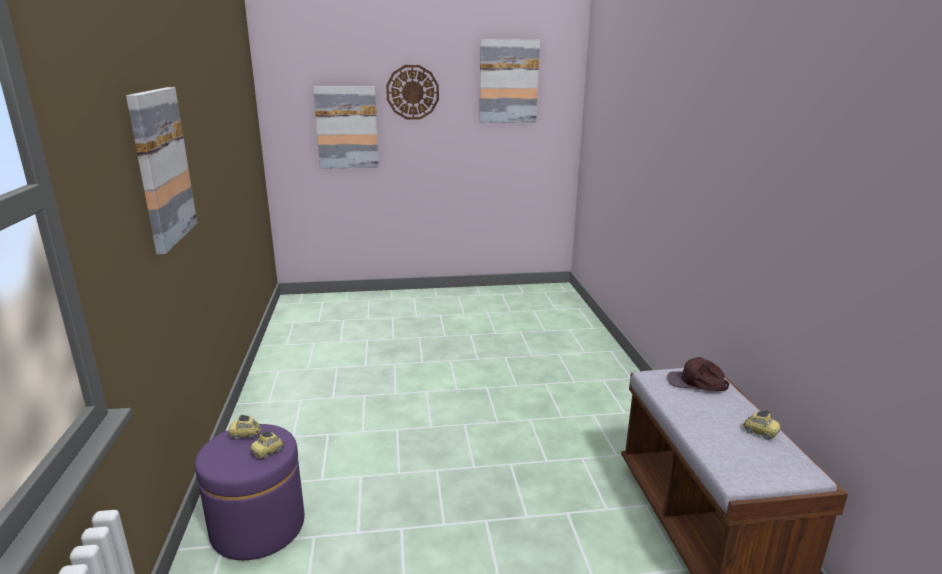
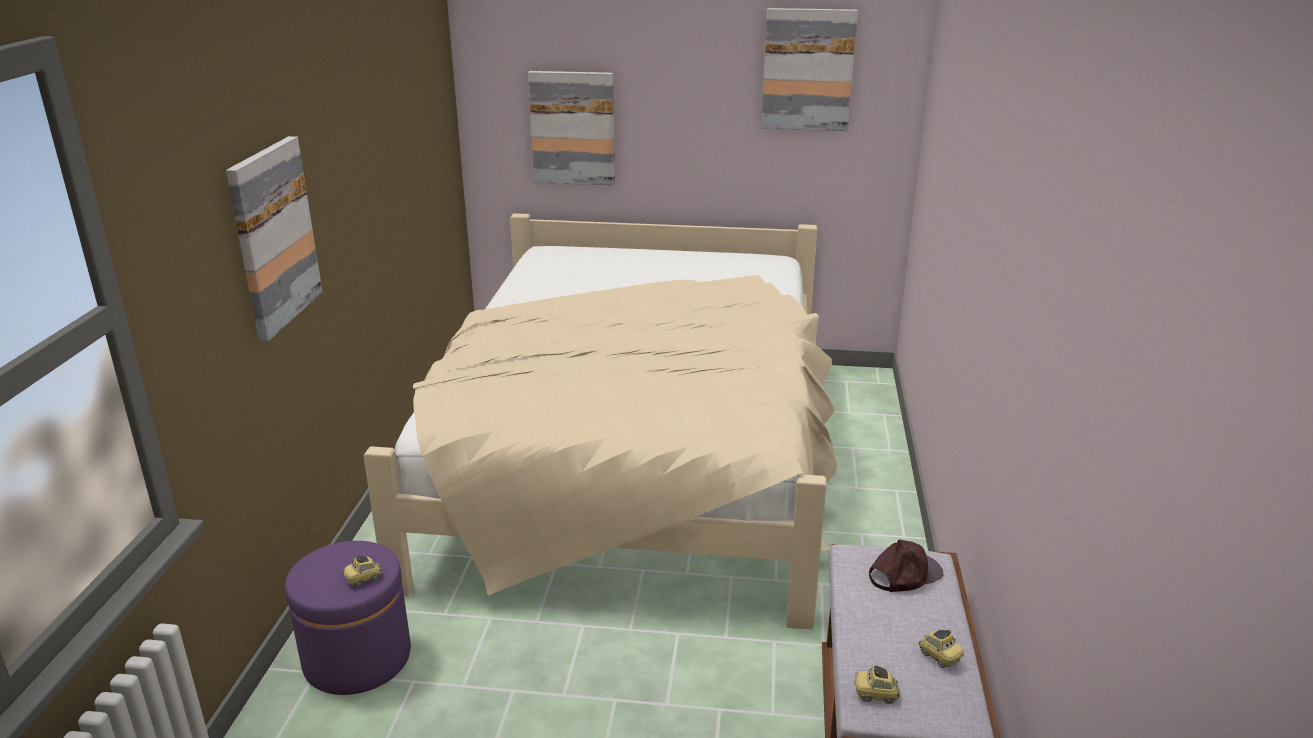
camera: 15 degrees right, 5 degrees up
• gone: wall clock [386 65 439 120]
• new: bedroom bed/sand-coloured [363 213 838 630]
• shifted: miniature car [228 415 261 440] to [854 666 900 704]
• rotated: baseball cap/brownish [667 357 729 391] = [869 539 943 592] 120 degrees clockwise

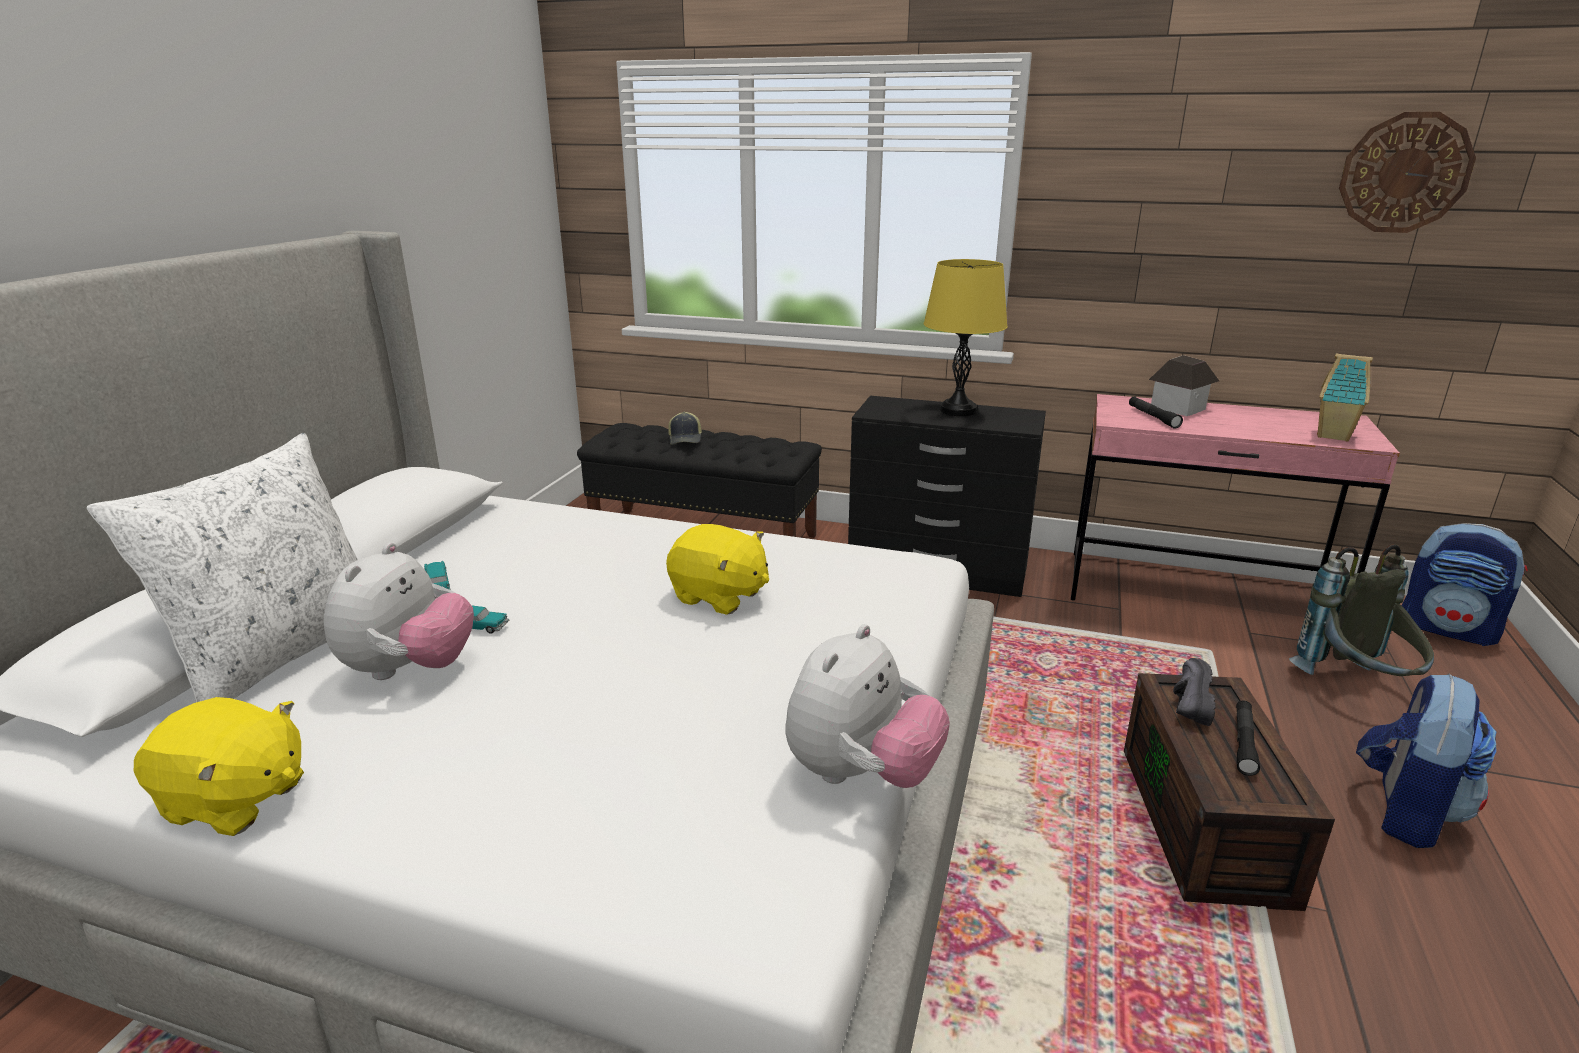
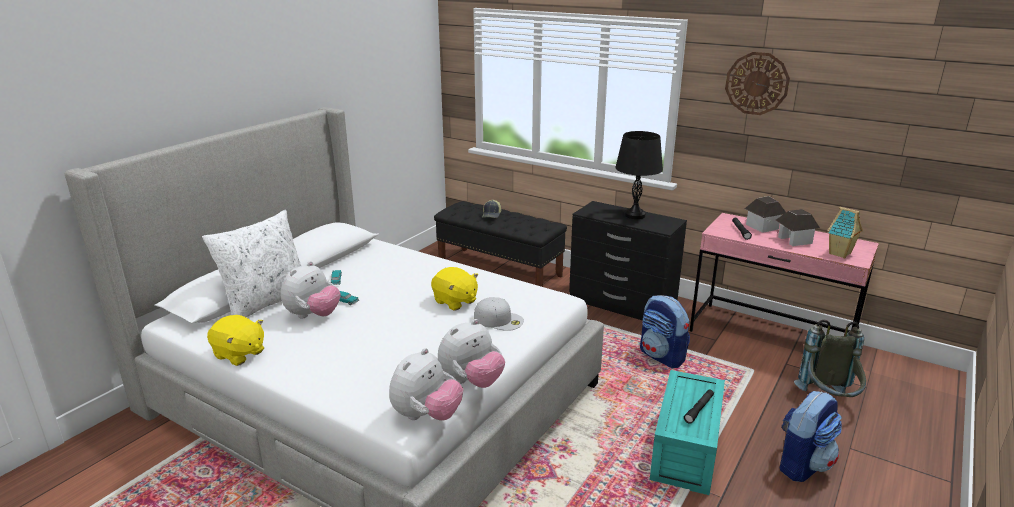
camera: 15 degrees right, 0 degrees up
• gone: item of footwear/blackish [1173 658 1216 726]
• new: plush toy [389 348 463 421]
• new: baseball cap/whitish [474 297 524 331]
• new: miniature house [776 209 820 246]
• shifted: wall clock [1339 112 1476 233] to [725 52 790 115]
• shifted: knapsack [1401 523 1528 646] to [640 295 690 368]
• repainted: tabletop lamp/yellowish [924 259 1008 416] to tabletop lamp/blackish [615 131 663 219]
• repainted: storage bin/brownish [1124 673 1335 911] to storage bin/blue-green [650 370 725 495]

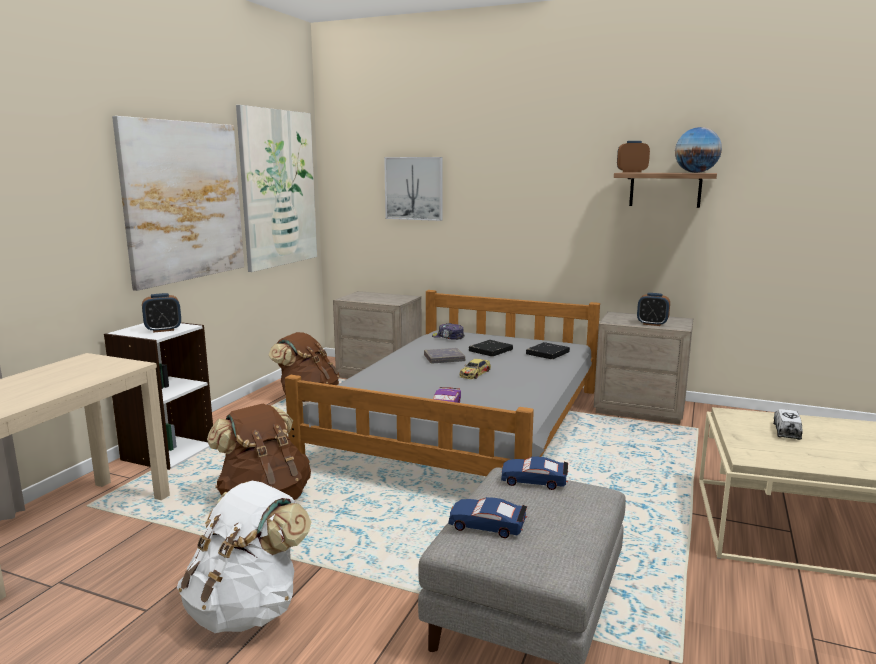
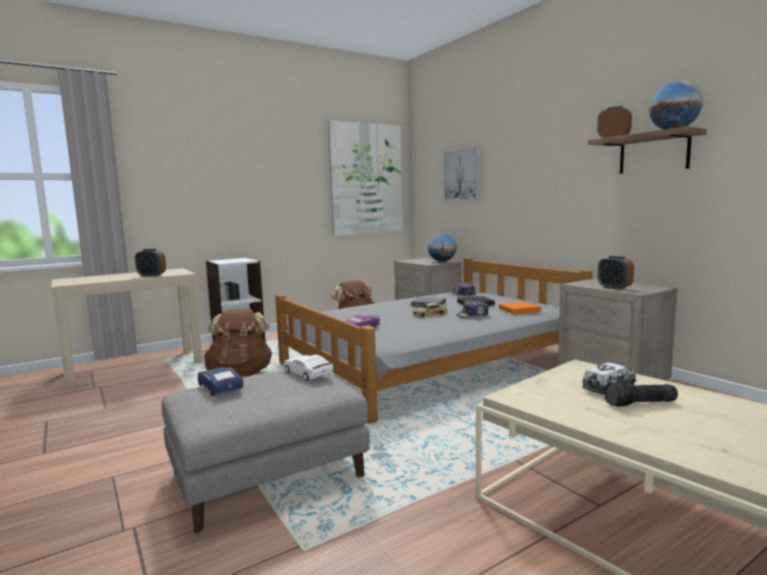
camera: 35 degrees right, 5 degrees down
• gone: picture [112 116 244 291]
• gone: knapsack/whitish [177 481 311 633]
• new: desk globe [428 233 457 262]
• new: baseball cap [456 300 489 318]
• new: torch [604 382 678 407]
• shifted: bedside clock [142 293 181 333] to [135 249 166 277]
• repainted: miniature car/bluish [501 457 568 490] to miniature car/whitish [284 355 333 381]
• repainted: book/blackish [526 342 570 359] to book/orangey [499 302 541 314]

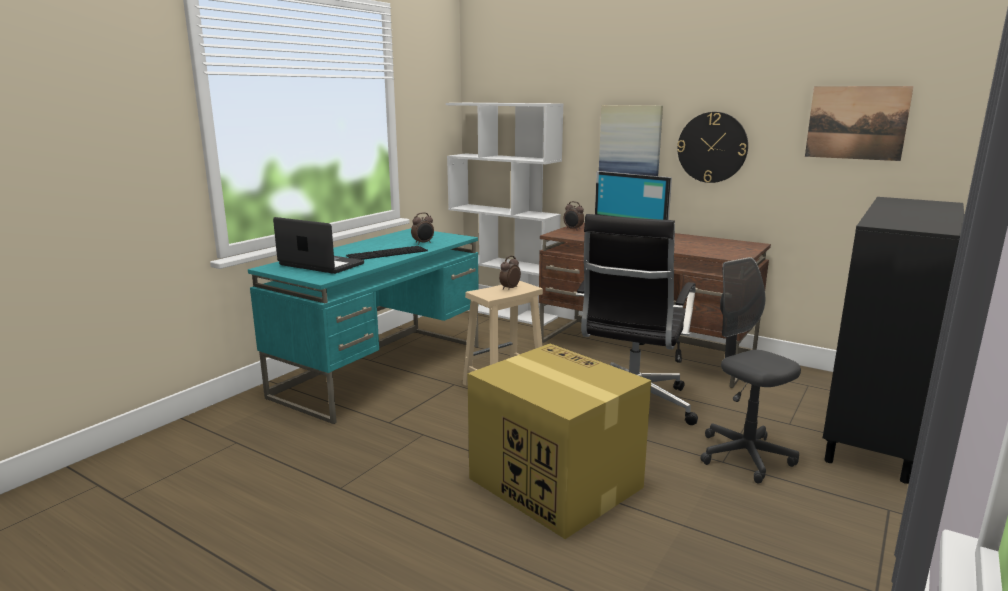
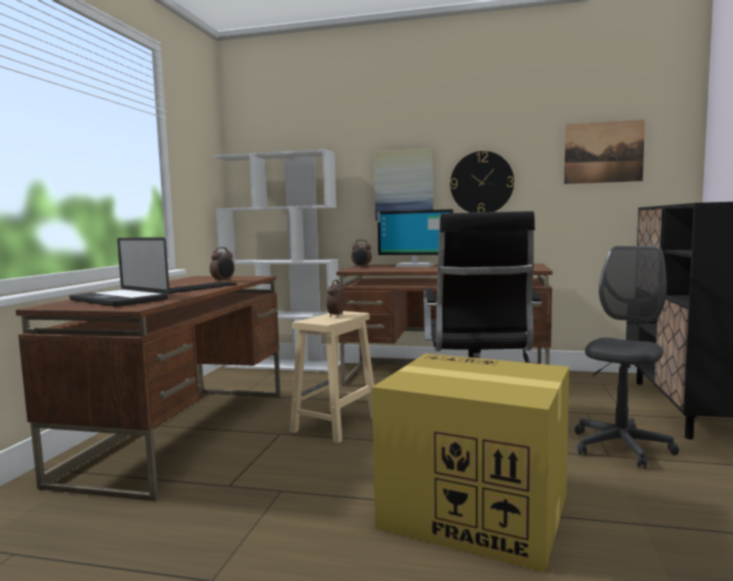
camera: 20 degrees left, 10 degrees down
• repainted: desk table/blue-green [248 228 479 424] to desk table/brownish [16 276 281 501]
• rotated: laptop [273 217 364 274] = [69 237 170 307] 150 degrees counterclockwise
• rotated: desk chair/greyish [701 257 801 484] = [575 246 679 469] 90 degrees clockwise

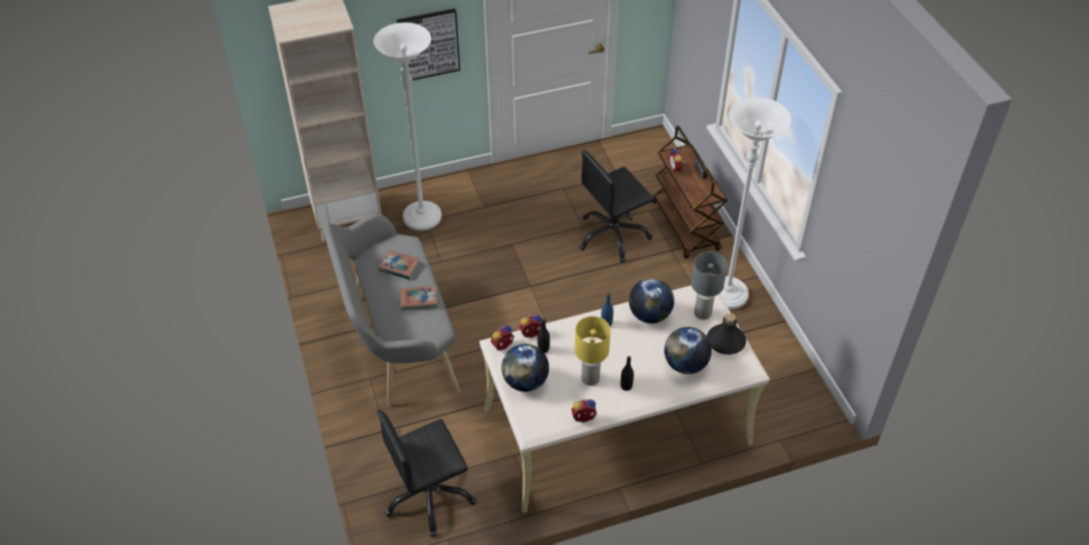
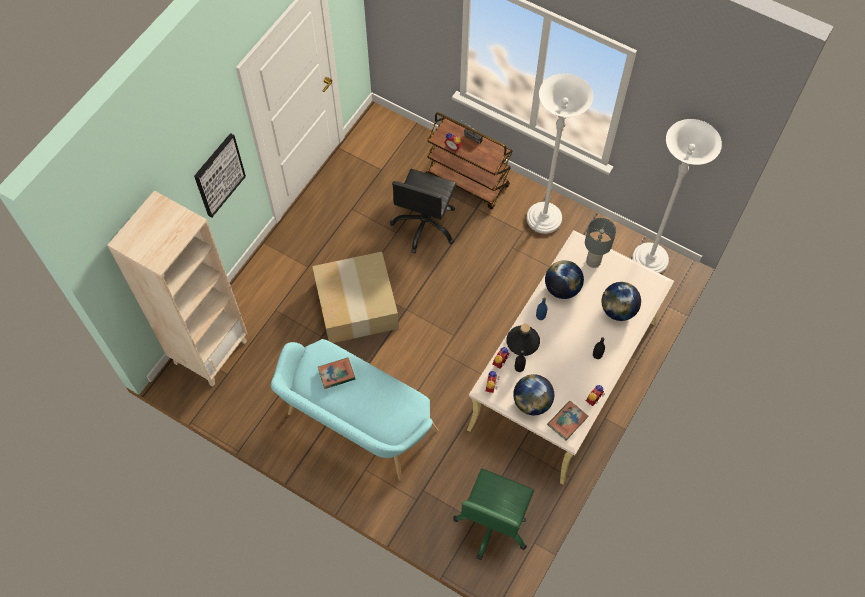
camera: 40 degrees left, 15 degrees up
• gone: tabletop lamp/yellowish [575 316 611 386]
• new: carton [312 252 399 343]
• shifted: standard lamp/whitish [373 22 442 231] to [632 119 722 273]
• shifted: book [400 285 438 310] to [547 401 589 440]
• shifted: drink bottle/blackish [707 313 746 355] to [506 324 540 356]
• repainted: bench/greyish [323 213 460 406] to bench/blue-green [271 339 439 481]
• repainted: desk chair/blackish [377 410 476 537] to desk chair/greenish [453 469 534 560]

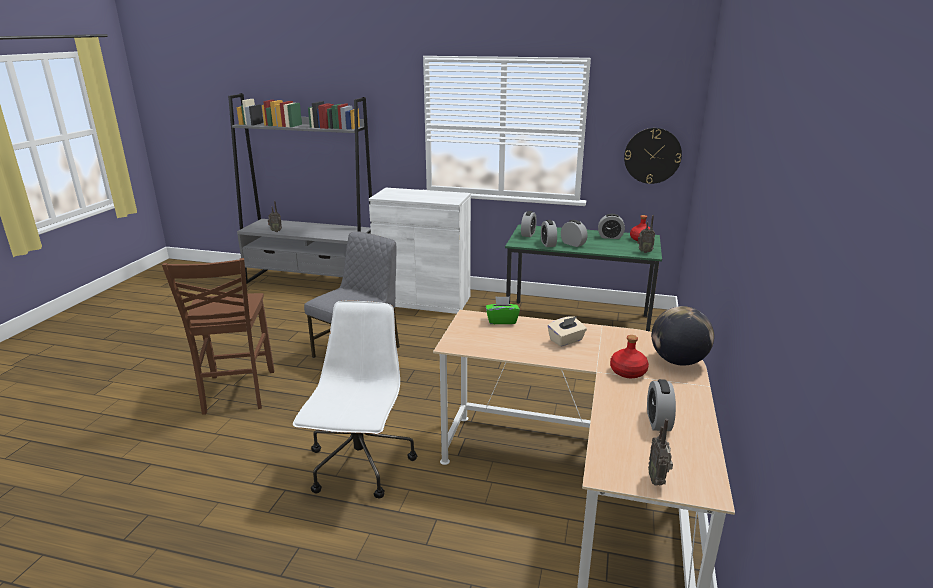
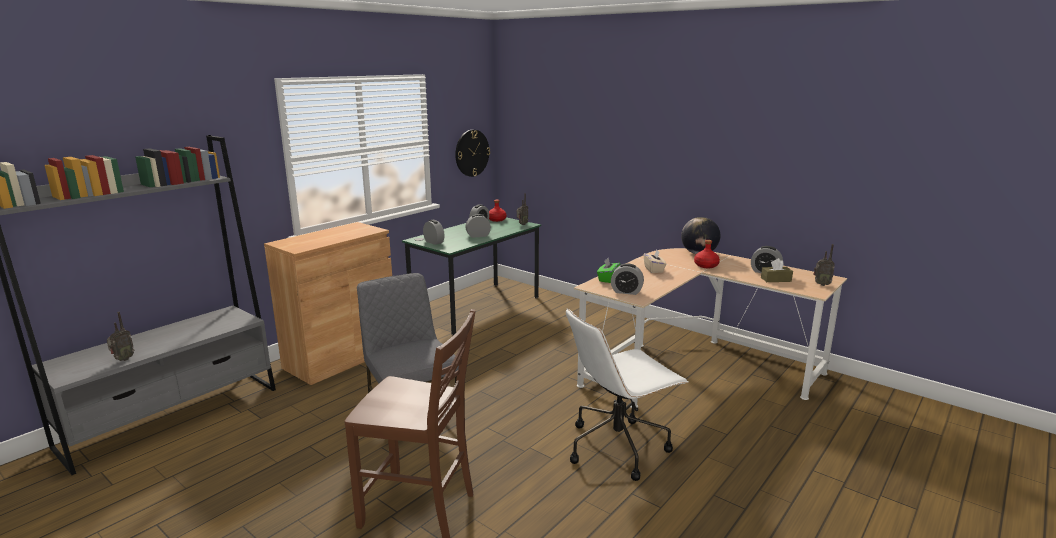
camera: 65 degrees left, 5 degrees down
• new: tissue holder/brownish [761 258 793 282]
• shifted: bedside clock [541 220 557 247] to [611 263 644 295]
• repainted: cabinet/whitish [369 188 471 314] to cabinet/brownish [264 222 392 385]
• rotated: desk chair/whitish [293 300 417 499] = [566 308 688 481] 60 degrees counterclockwise

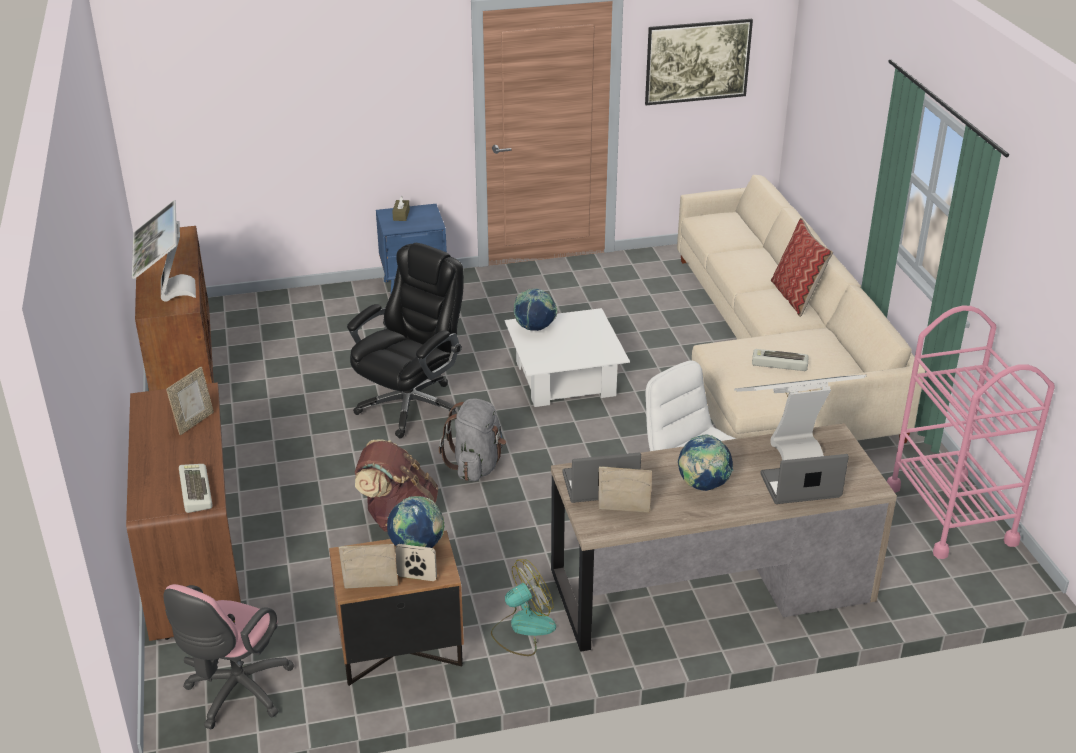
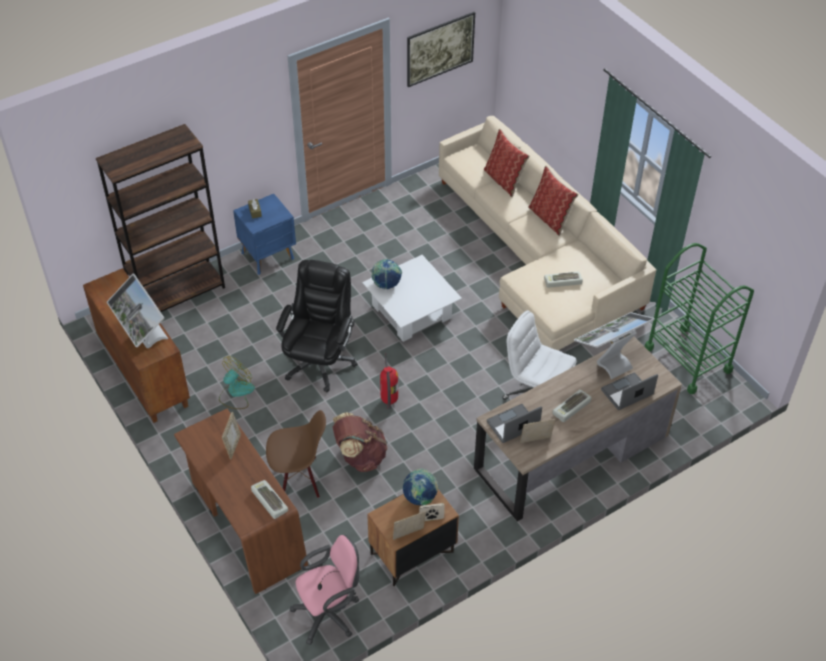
camera: 20 degrees left, 15 degrees up
• new: bookcase/brownish [96 124 225 312]
• new: plain chair/brownish [266 410 326 498]
• new: cushion [484 129 530 197]
• shifted: cooling fan [491 559 556 656] to [219 356 255 409]
• swapped: knapsack/greyish [439 399 506 481] to fire-fighting cylinder [380 353 398 409]
• swapped: desk globe [678 434 734 491] to PC keyboard [552 390 592 422]
• repainted: cart/pinkish [887 306 1055 559] to cart/greenish [644 243 754 394]
• rotated: desk chair/pinkish [163 584 294 729] = [290 535 360 645] 120 degrees counterclockwise

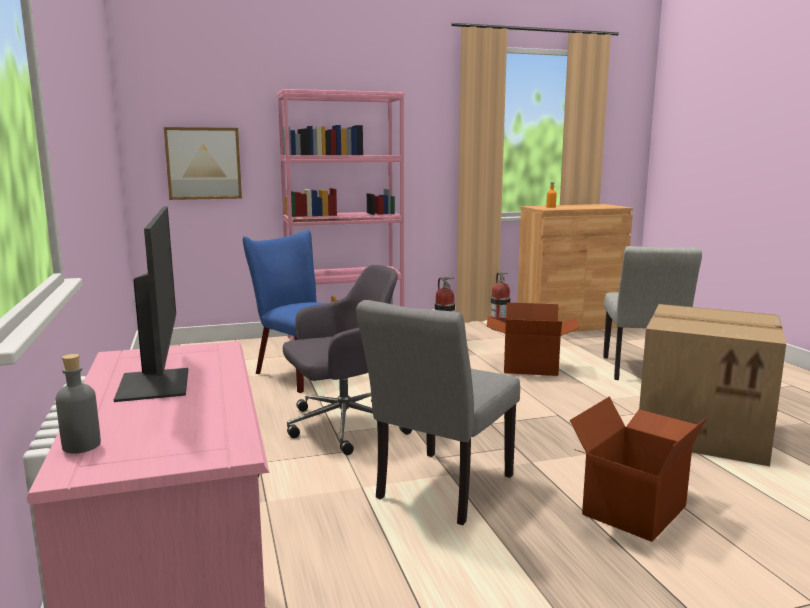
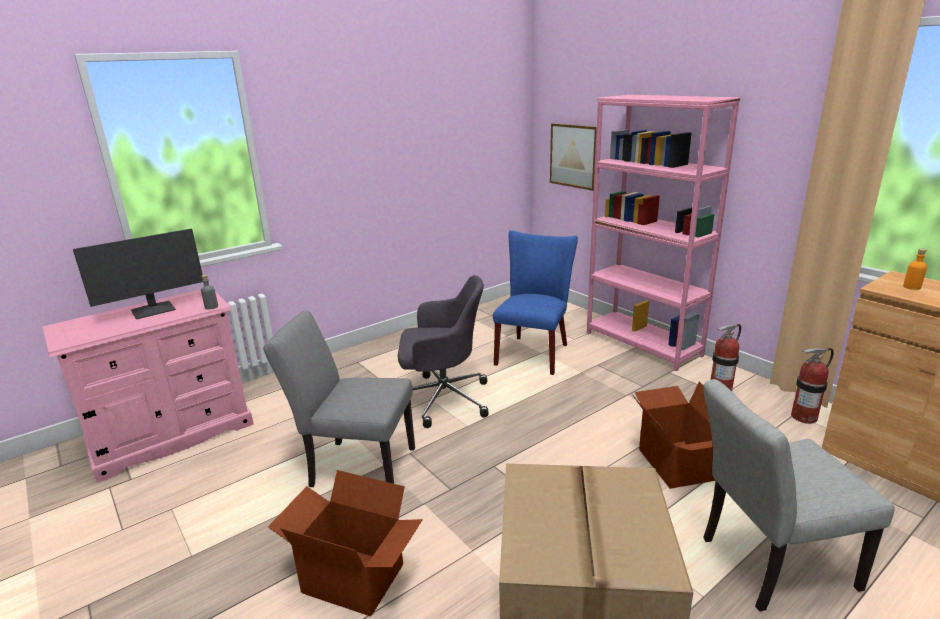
camera: 70 degrees right, 10 degrees up
• shifted: drink bottle/greyish [56 354 101 454] to [201 275 218 310]
• rotated: desk chair/greyish [283 265 412 455] = [398 275 489 428] 45 degrees counterclockwise

